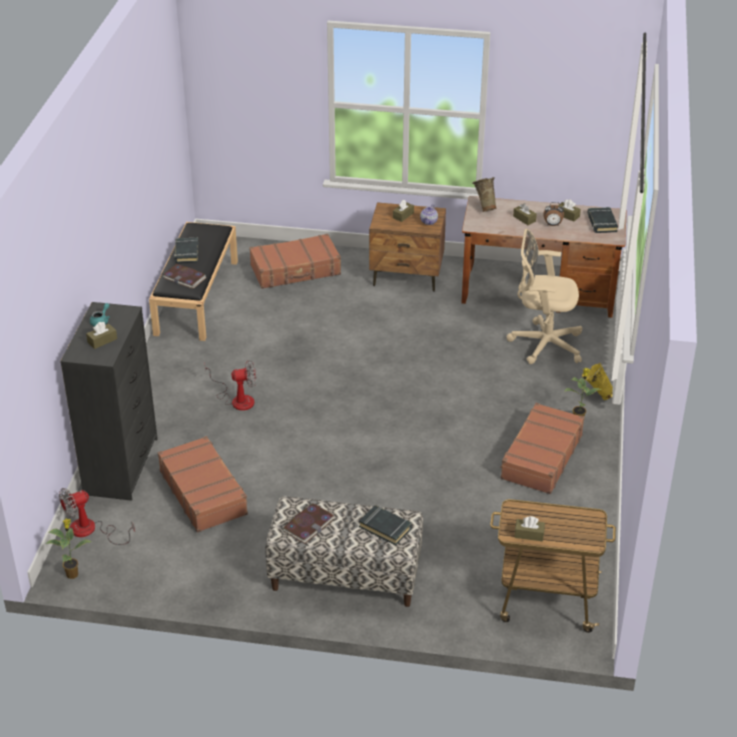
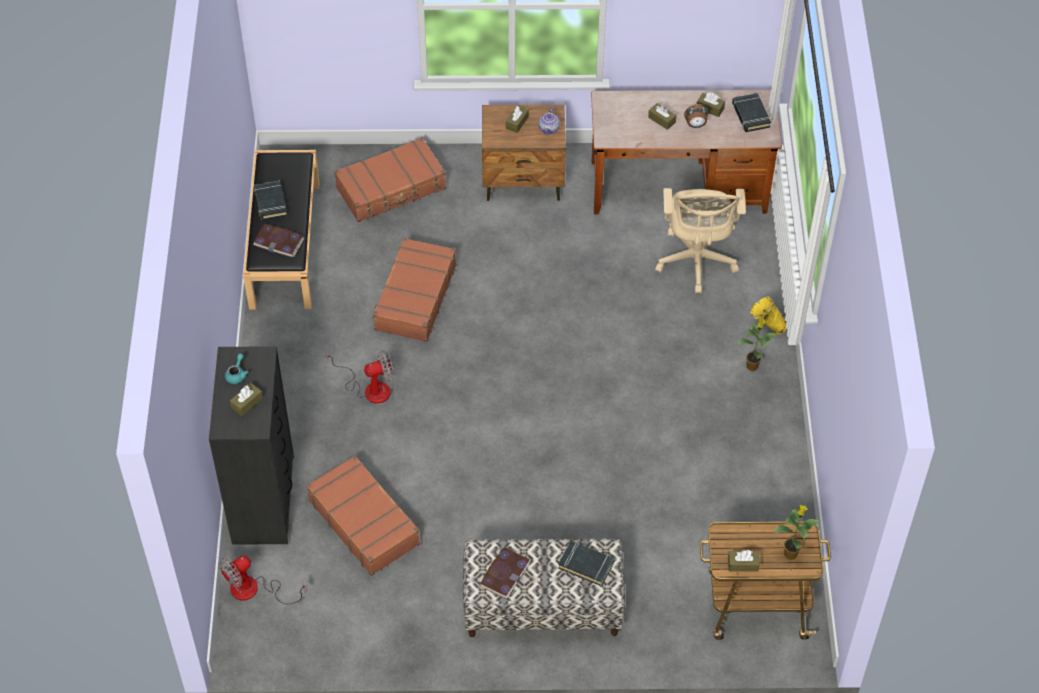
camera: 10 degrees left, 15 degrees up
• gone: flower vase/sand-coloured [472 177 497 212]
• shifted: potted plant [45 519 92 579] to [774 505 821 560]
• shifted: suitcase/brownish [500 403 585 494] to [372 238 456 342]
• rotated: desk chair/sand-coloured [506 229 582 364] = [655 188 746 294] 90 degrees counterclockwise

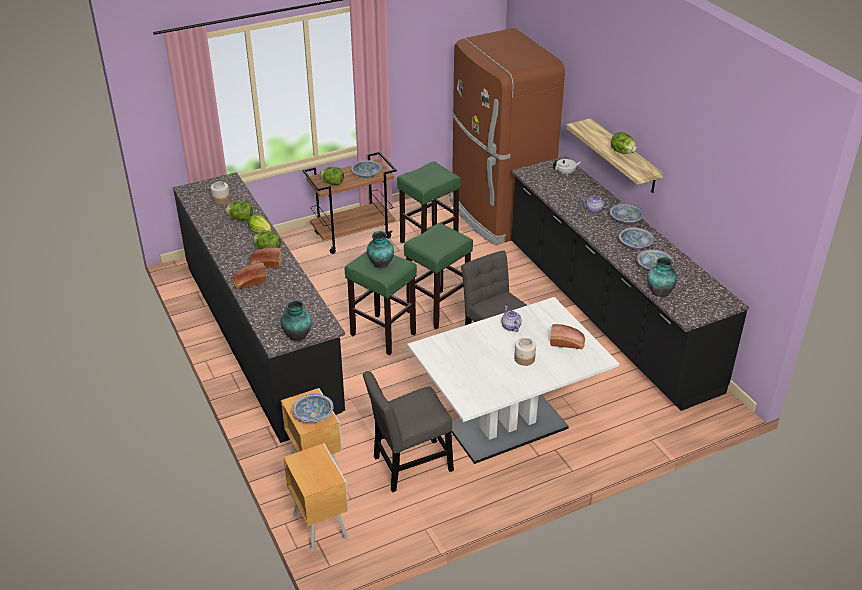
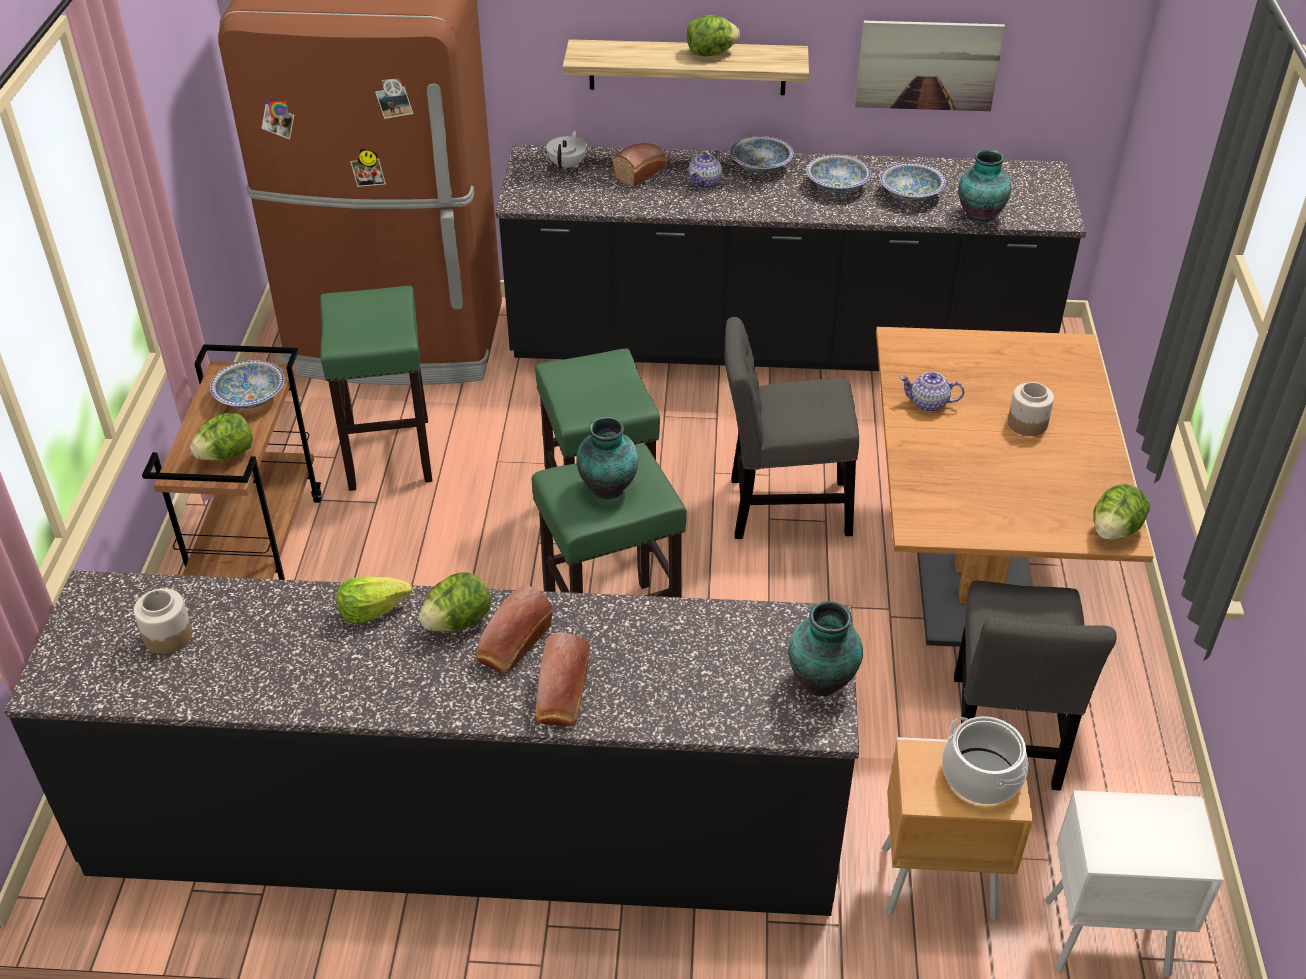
camera: 60 degrees left, 5 degrees up
• new: picture [855 20 1005 111]
• shifted: head of lettuce [225 201 253 221] to [1093 484 1150 540]
• shifted: bakery bread [550 324 585 349] to [613 143 667 187]
• swapped: deep dish [293 394 334 423] to stockpot [942 716 1028 804]
• repainted: bedside table/brownish [283 443 349 552] to bedside table/whitish [1045 790 1224 978]
• repainted: kitchen table/whitish [407 297 619 464] to kitchen table/brownish [876 327 1154 647]

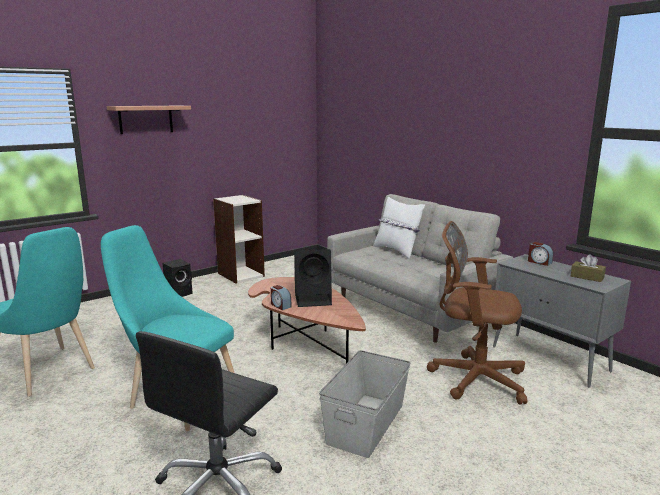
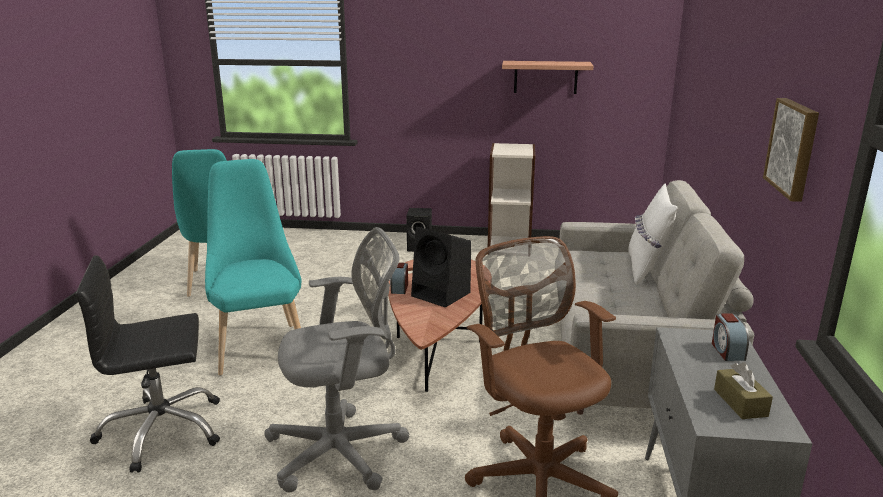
camera: 45 degrees right, 5 degrees up
• new: picture [763 98 819 202]
• shifted: shelf [107 106 191 134] to [502 61 593 94]
• swapped: storage bin/greyish [319 350 411 458] to desk chair/greyish [264 227 410 492]

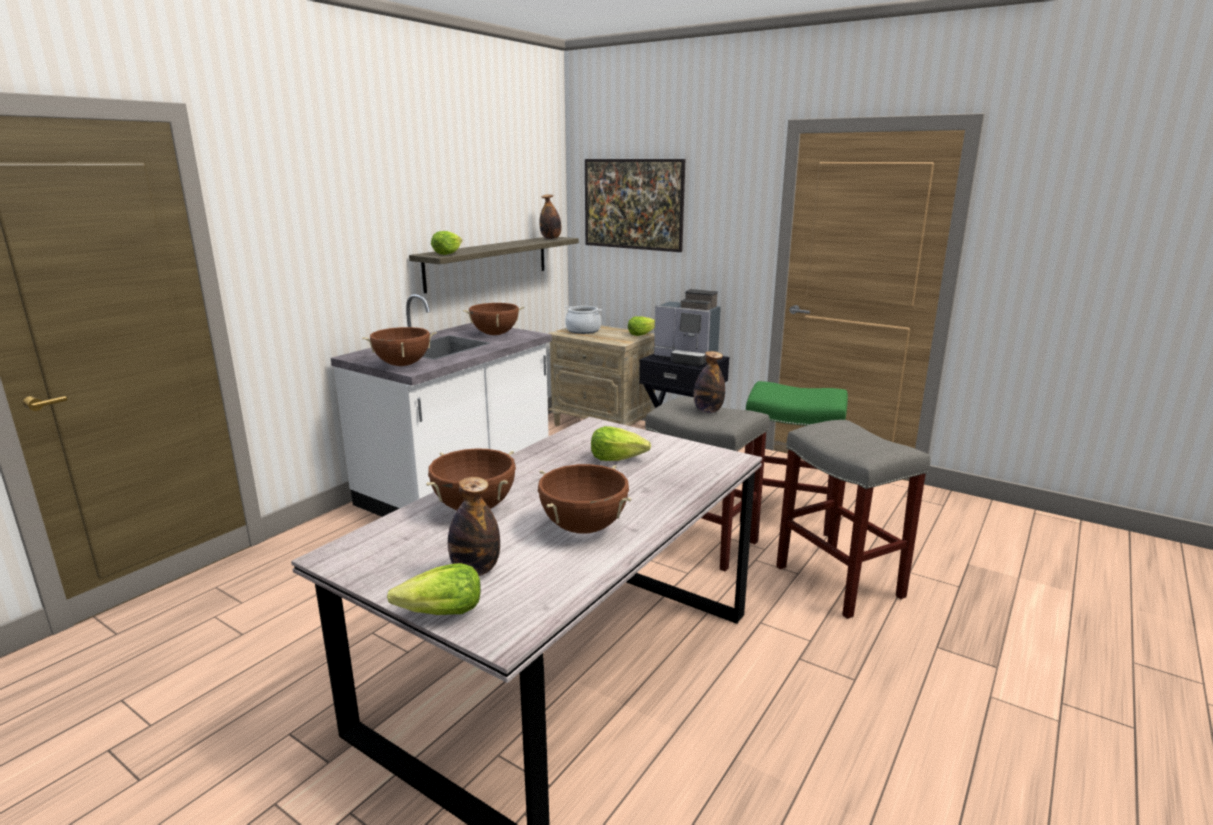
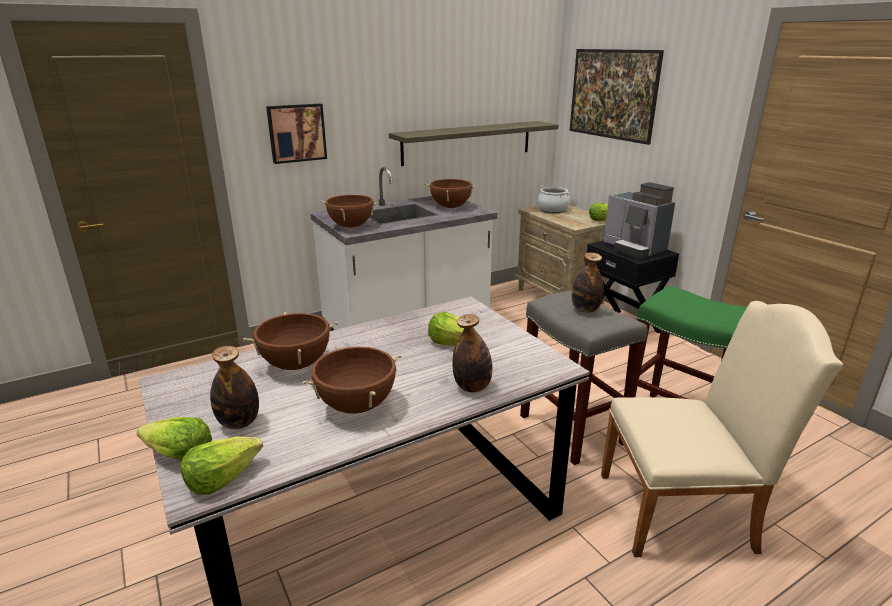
camera: 25 degrees right, 5 degrees up
• new: picture [266 104 327 164]
• shifted: head of lettuce [431 231 462 255] to [181 437 263 495]
• shifted: drink bottle [540 195 561 239] to [452 314 493 392]
• swapped: stool/greyish [776 420 930 619] to plain chair/sand-coloured [601 301 843 557]

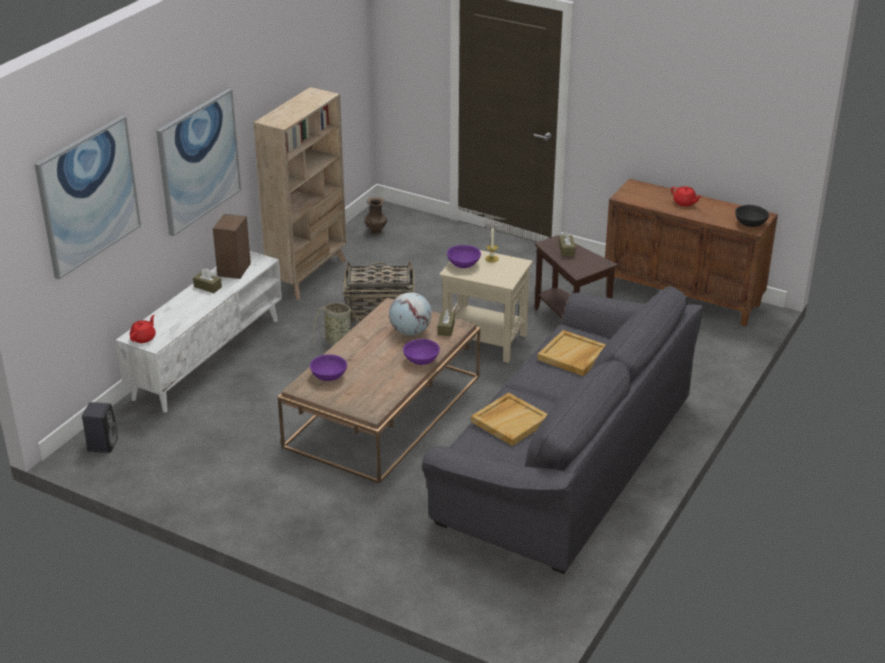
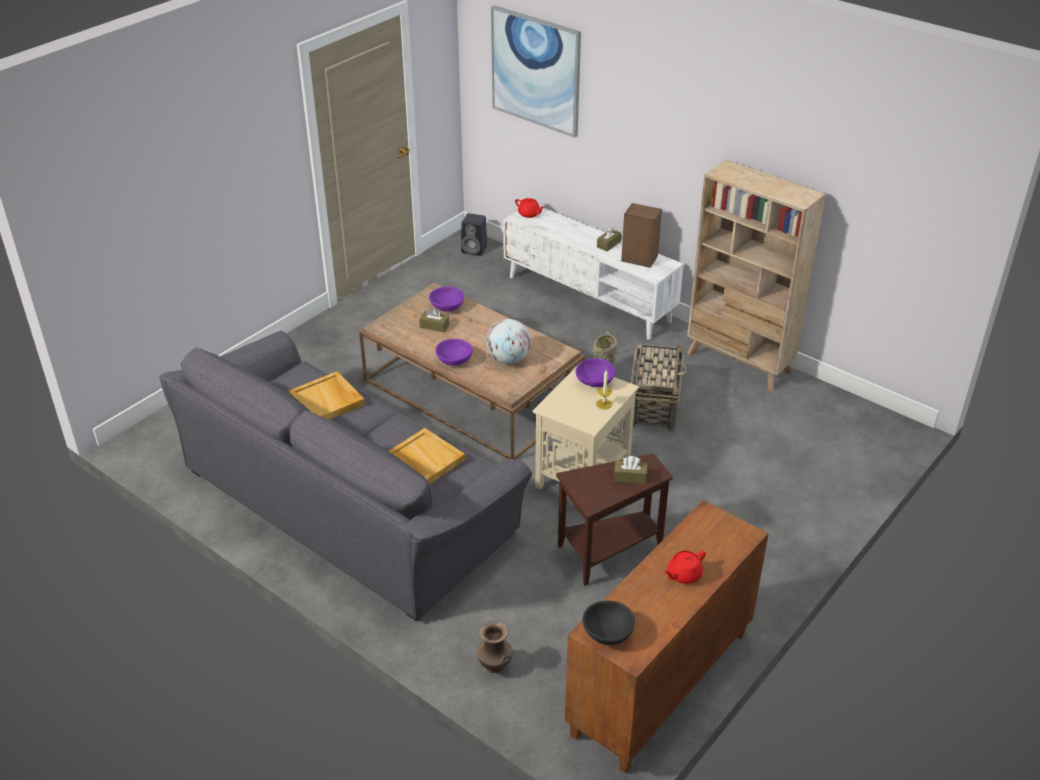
camera: 100 degrees right, 5 degrees up
• gone: picture [156 89 241 236]
• shifted: flower vase/brownish [364 197 387 235] to [477 621 513 673]
• shifted: tissue holder/brownish [437 309 455 336] to [419 308 449 332]

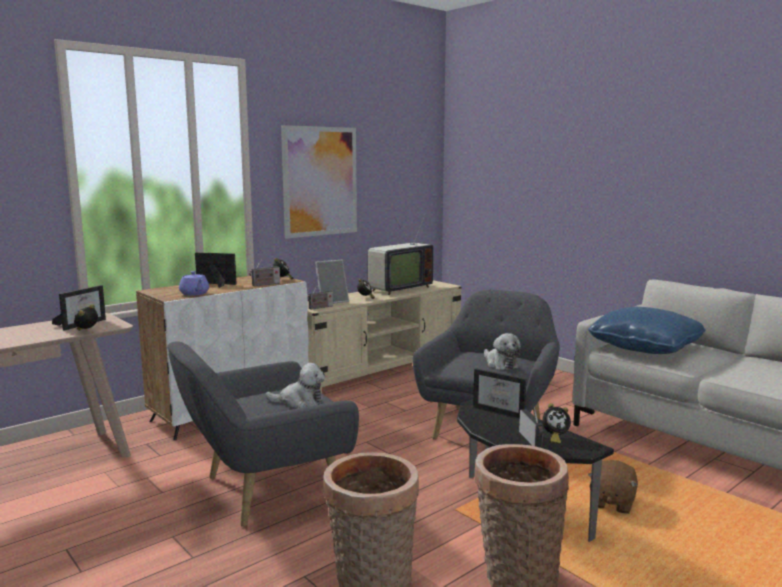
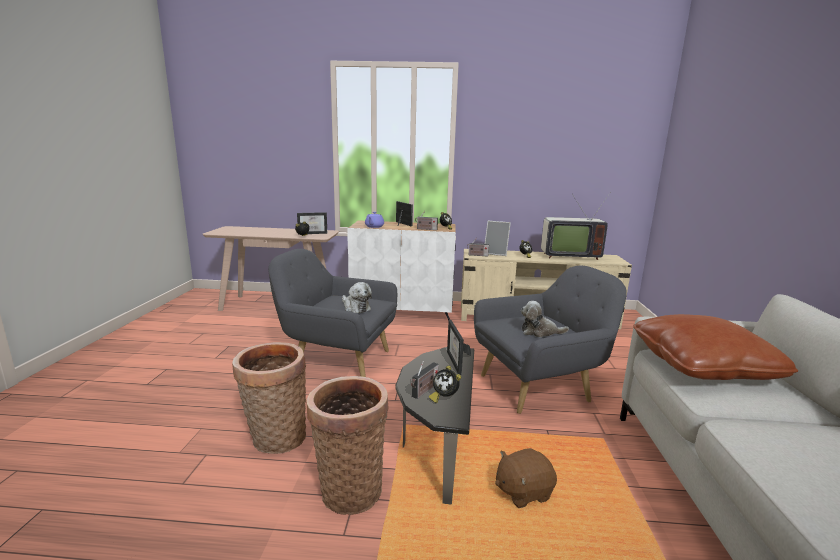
camera: 45 degrees right, 5 degrees up
• gone: picture [281 125 357 239]
• repainted: cushion/bluish [588 307 706 354] to cushion/brownish [633 314 798 380]
• rotated: plush toy [484 333 521 370] = [521 301 569 337] 75 degrees clockwise

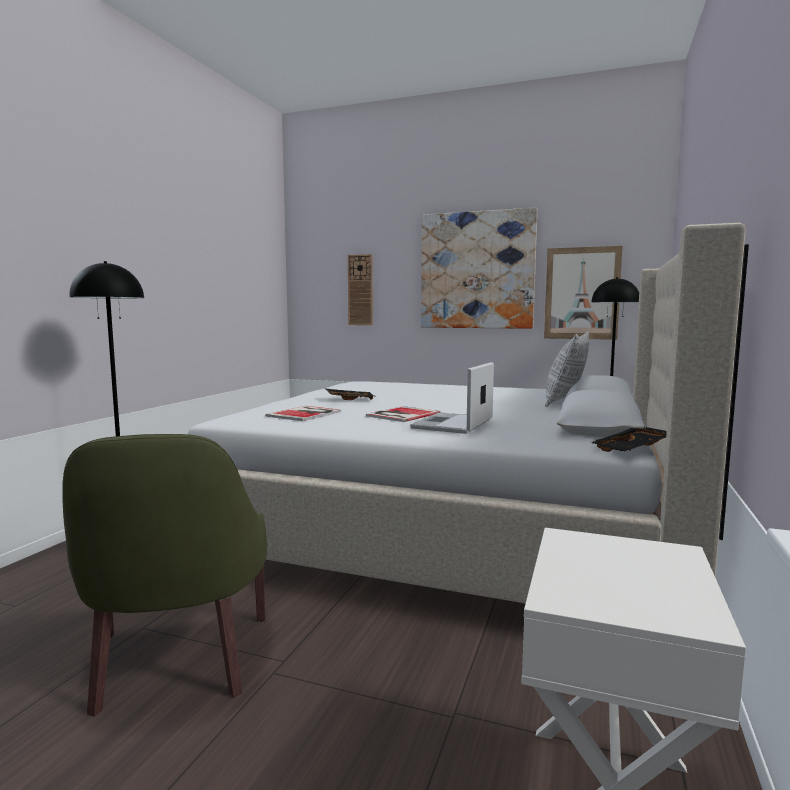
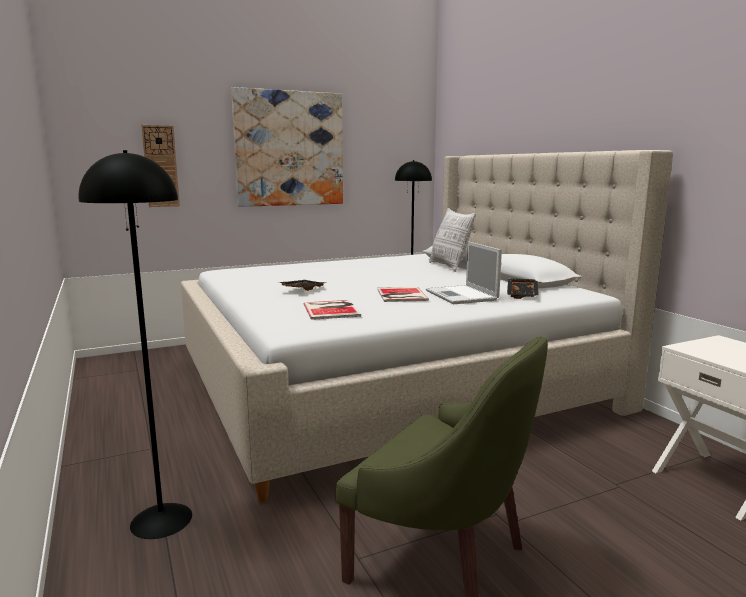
camera: 45 degrees left, 5 degrees up
• gone: picture [544 246 623 340]
• shifted: serving tray/blackish [590 427 667 452] to [507 278 539 299]

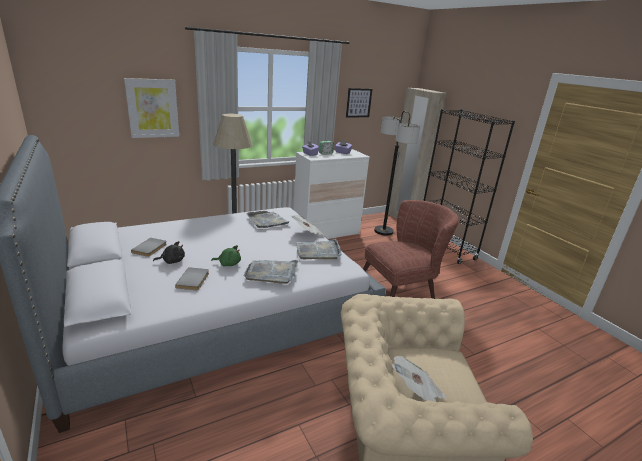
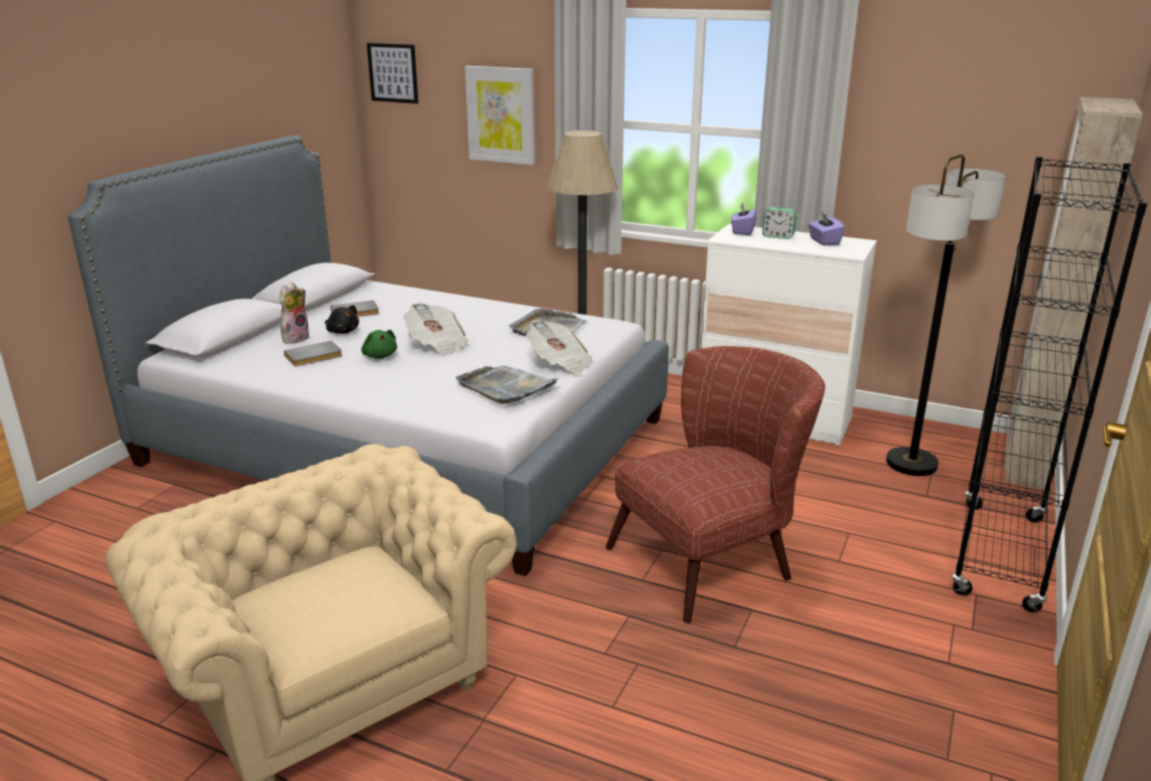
camera: 55 degrees right, 0 degrees up
• gone: serving tray/greyish [243 260 298 284]
• new: plush toy [280 282 310 344]
• shifted: picture [346 88 373 118] to [367 43 418 104]
• shifted: newspaper [391 356 446 402] to [403 303 469 356]
• rotated: armchair/brownish [363 200 459 299] = [606 346 825 623] 60 degrees counterclockwise

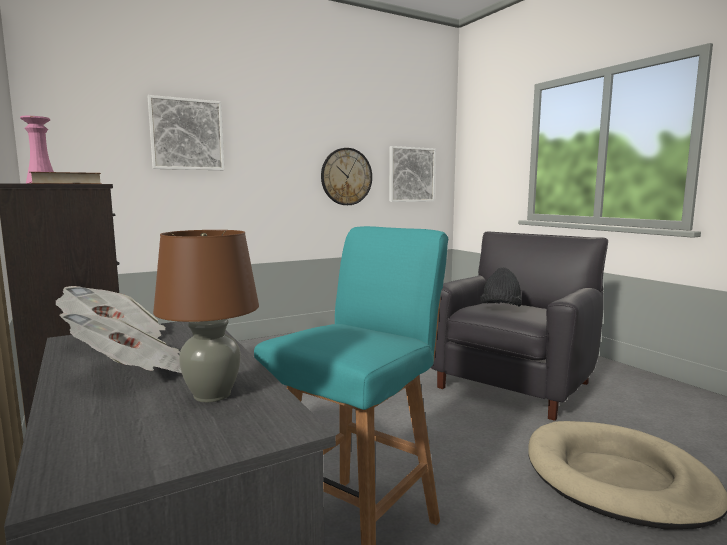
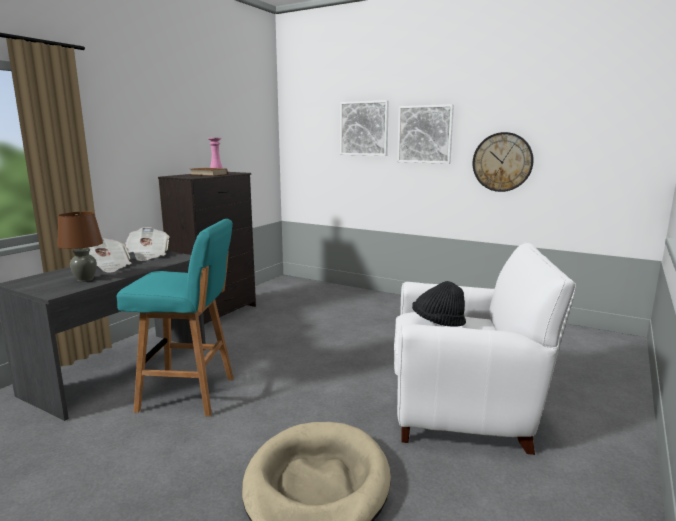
camera: 60 degrees right, 5 degrees up
• shifted: picture [389 146 436 202] to [397 104 454 164]
• repainted: armchair/blackish [431 231 608 421] to armchair/whitish [394 243 576 455]

